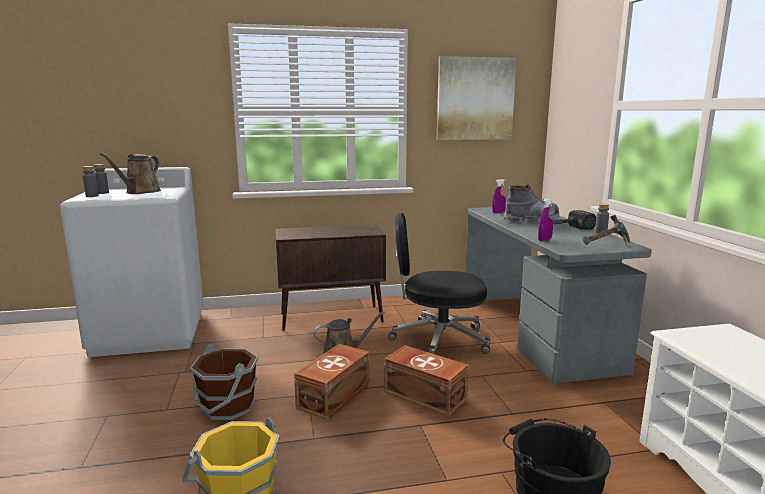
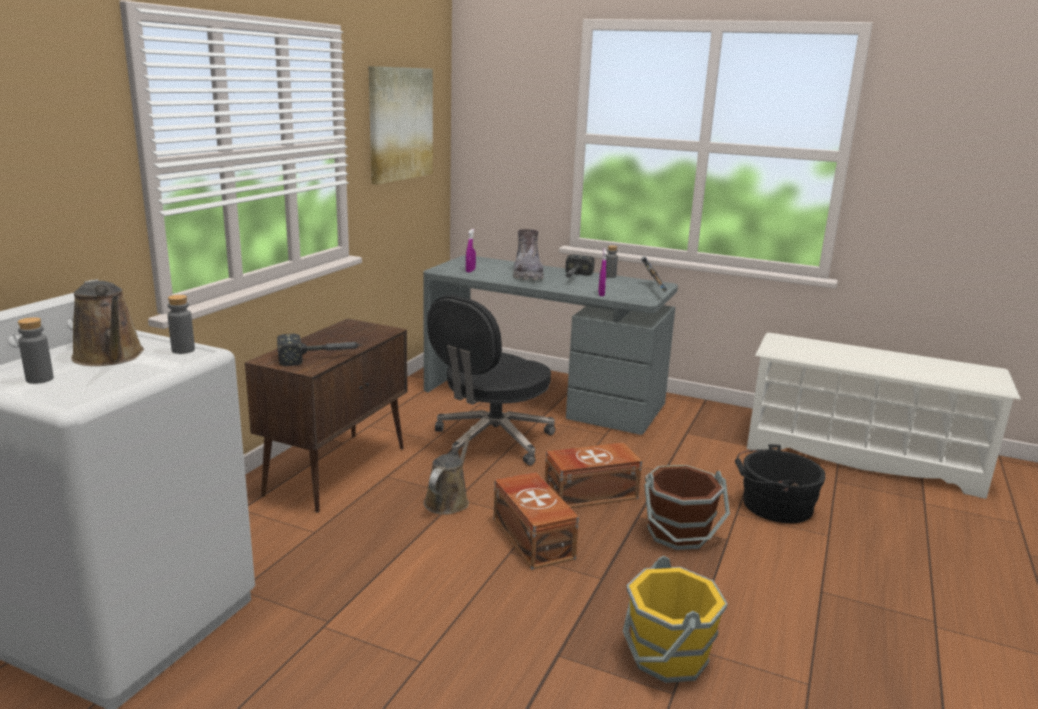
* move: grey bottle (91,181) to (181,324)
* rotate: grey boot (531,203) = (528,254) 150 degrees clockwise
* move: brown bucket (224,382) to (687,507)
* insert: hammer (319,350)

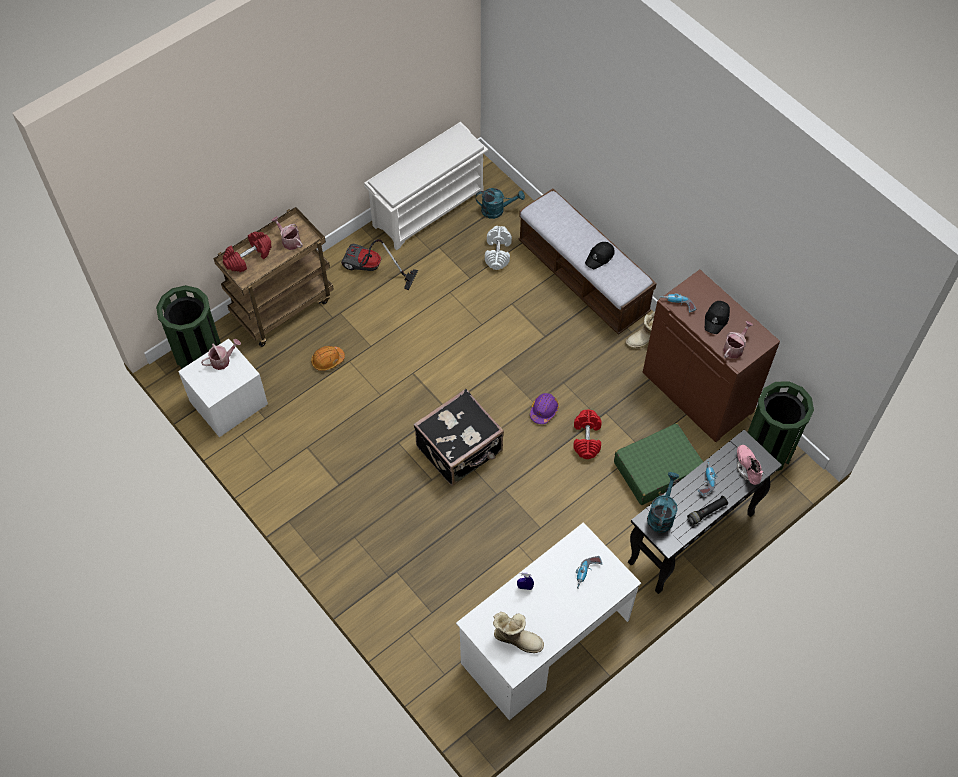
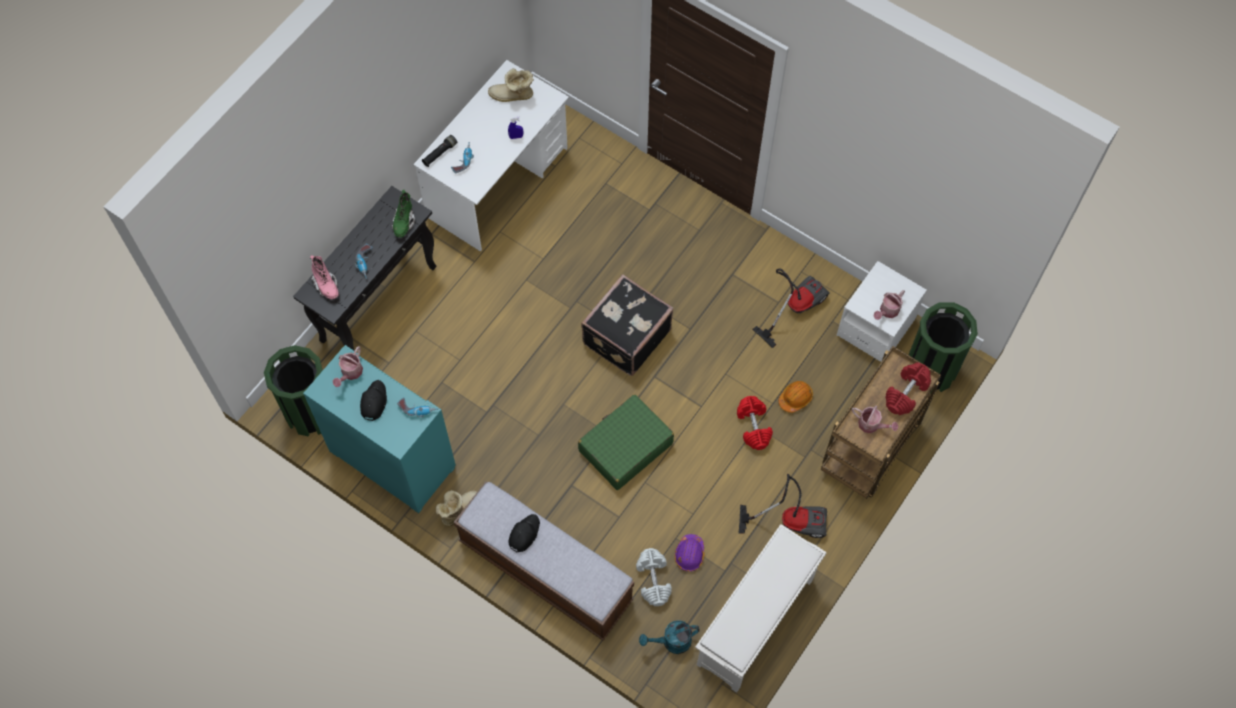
* recolor: brown cabinet (711,355) to turquoise cabinet (379,429)
* move: purple hard hat (544,408) to (690,553)
* move: red dumbbell (587,434) to (755,423)
* move: green suitcase (658,464) to (626,442)
* replace: turquoise watering can (663,502) to green boot (403,213)
* move: black flashlight (707,510) to (439,151)
* insert: vacuum cleaner (791,308)

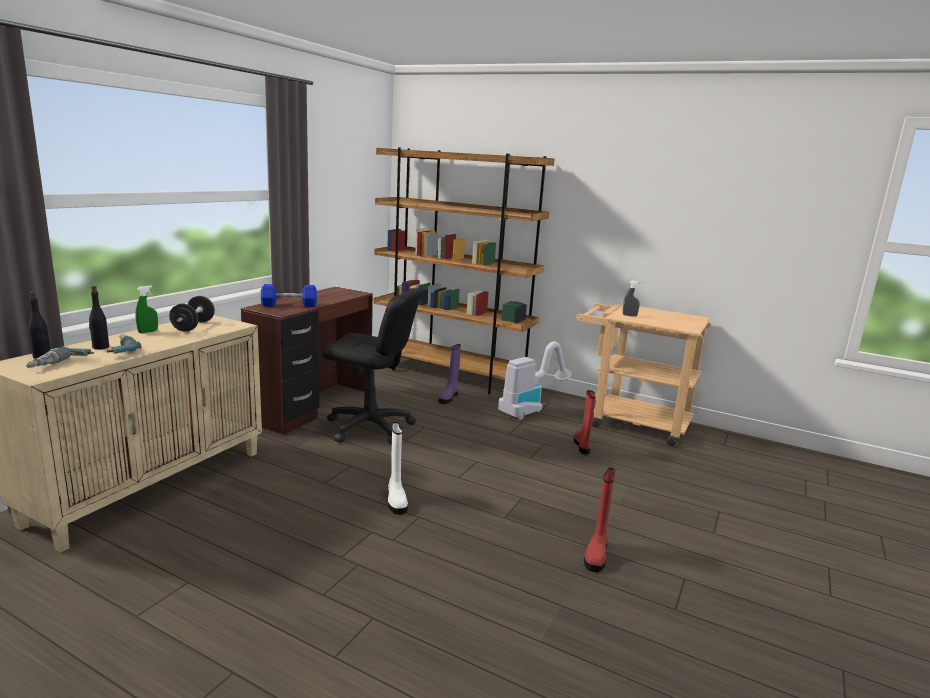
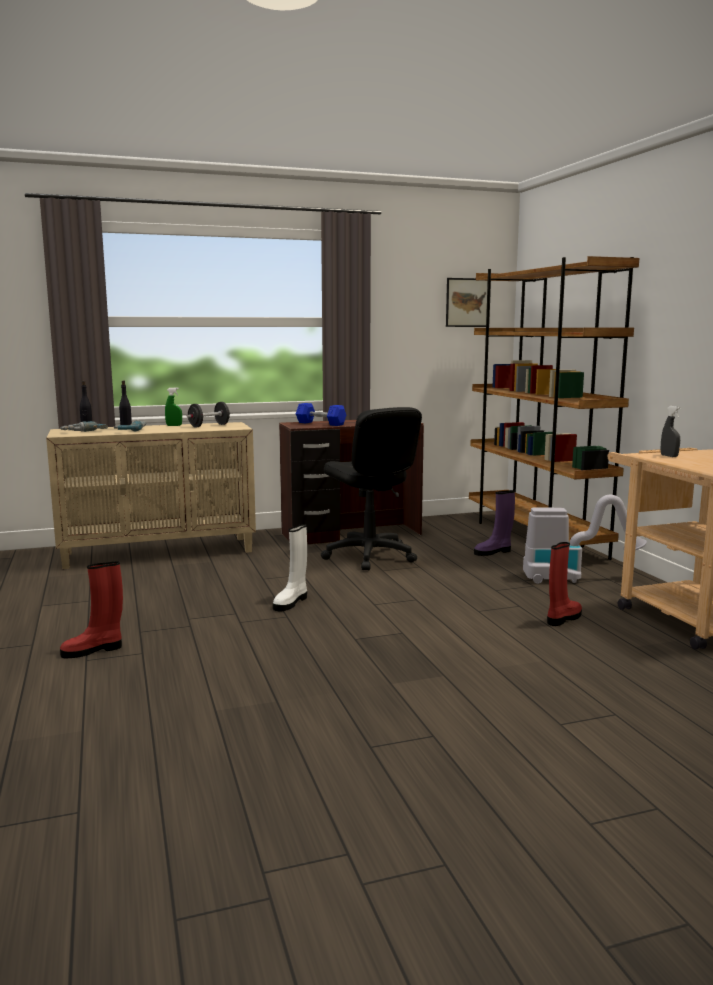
* move: red boot (599,520) to (91,609)
* insert: picture (468,302)

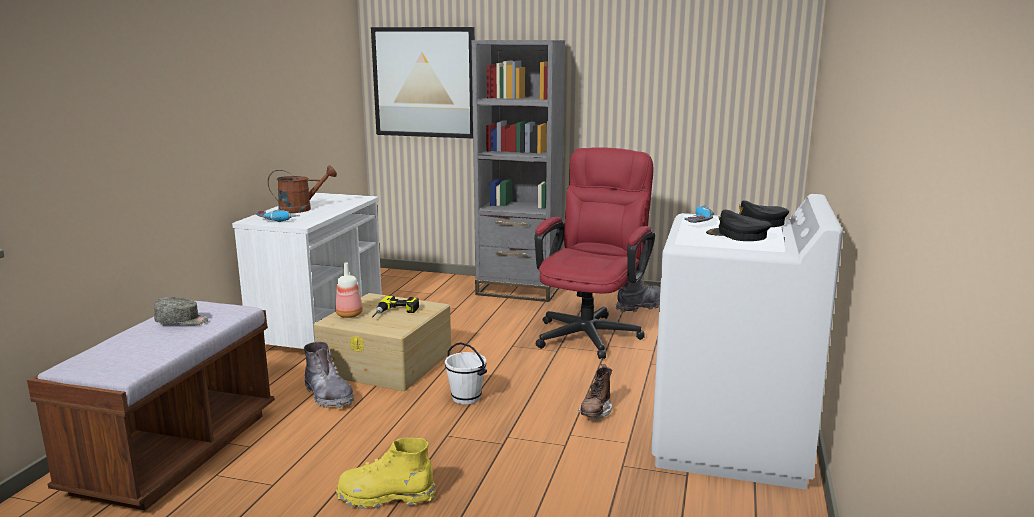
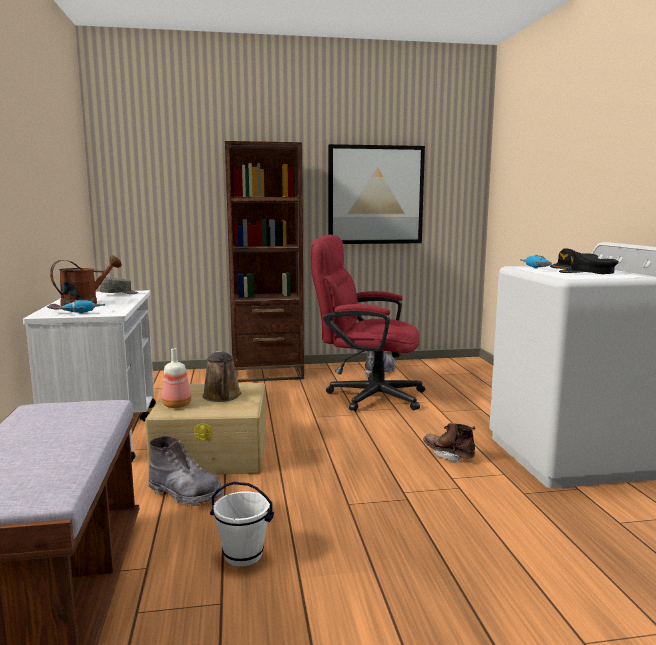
* move: picture (423,82) to (376,194)
* recolor: grey bookcase (518,171) to brown bookcase (264,261)
* rotate: red office chair (594,253) = (368,323) 75 degrees counterclockwise
* replace: power drill (395,306) to brown watering can (222,376)
* move: grey cap (181,311) to (119,286)
* move: white bucket (466,373) to (242,524)
* rotate: brown boot (595,391) = (449,443) 135 degrees clockwise
* delete: yellow boot (386,473)

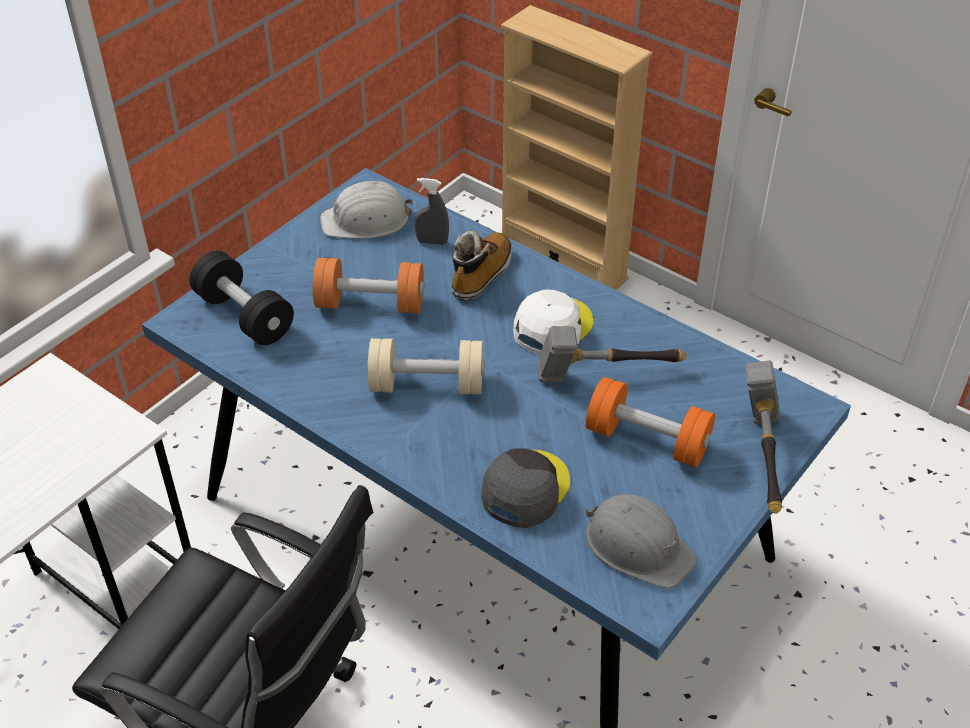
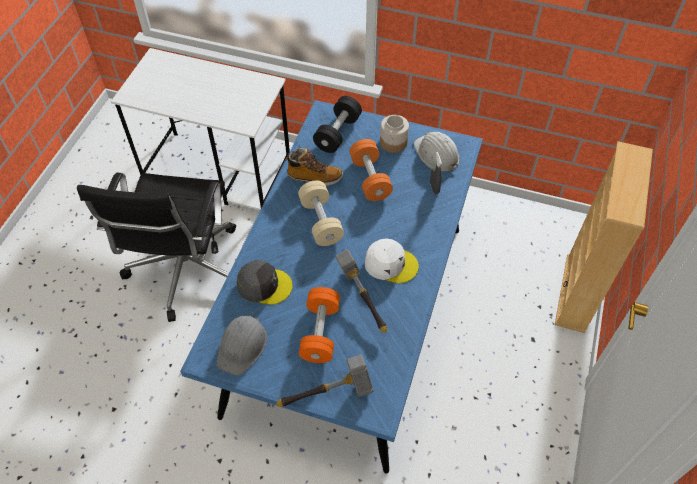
* move: boot (482,266) to (314,167)
* insert: jar (394,134)

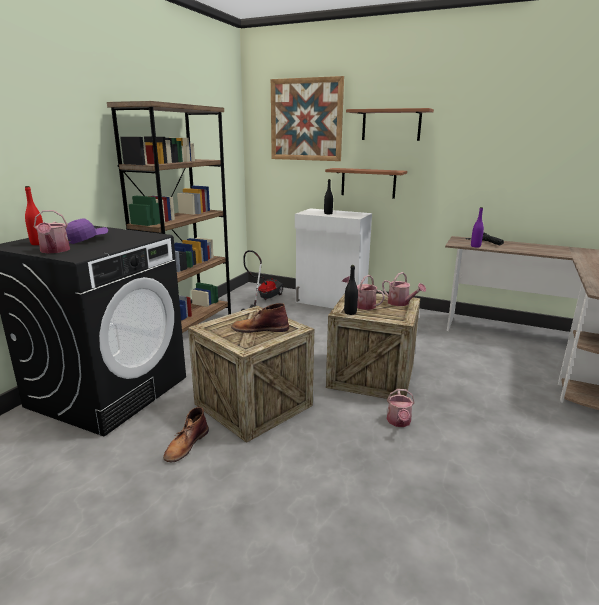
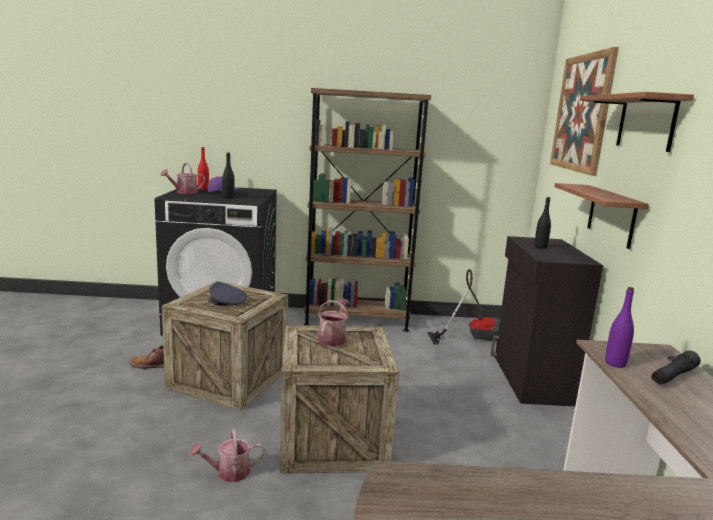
* recolor: white cabinet (333,258) to black cabinet (547,321)
* move: black bottle (351,290) to (228,175)
* delete: watering can (404,289)
* replace: brown boot (260,318) to grey cap (227,294)

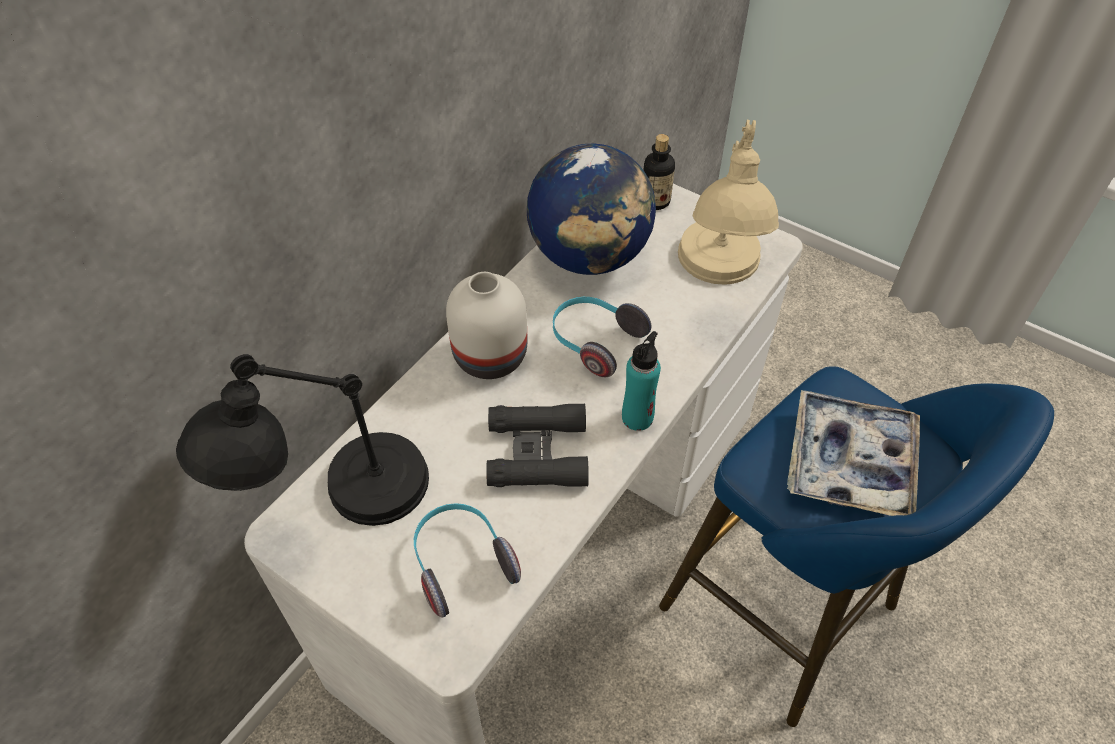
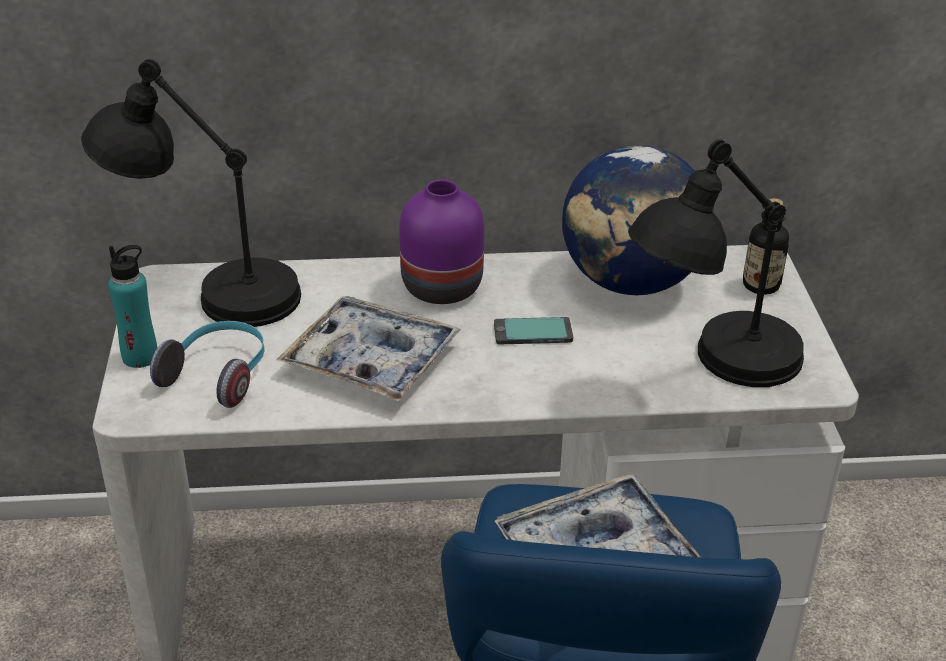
* recolor: beige table lamp (728,202) to black table lamp (716,263)
* recolor: white vase (486,325) to purple vase (441,241)
* replace: headphones (602,337) to phone (533,331)
* move: turquoise bottle (641,381) to (132,306)
* replace: black binoculars (537,445) to tray (368,348)

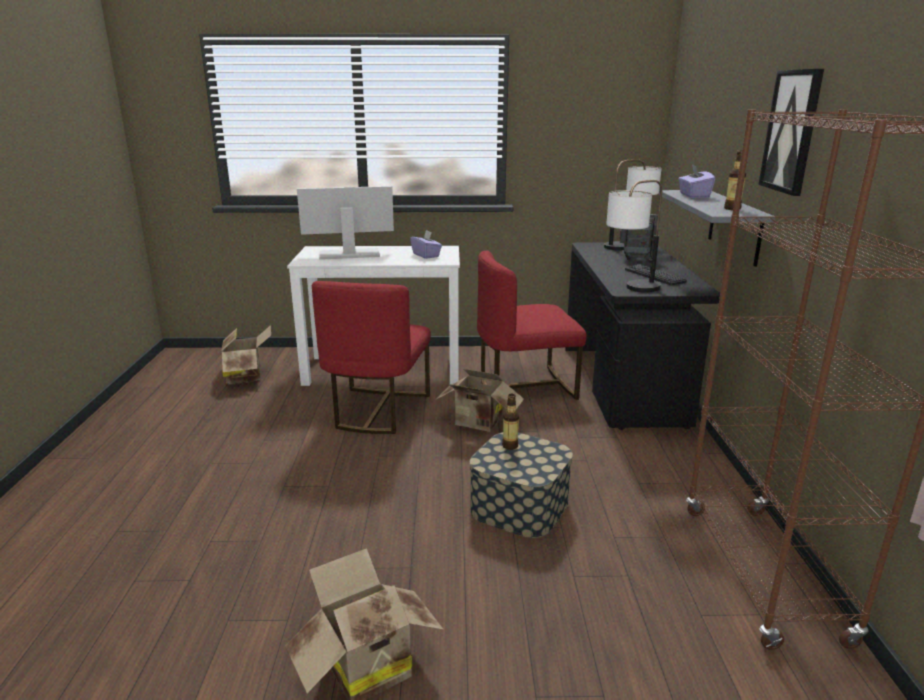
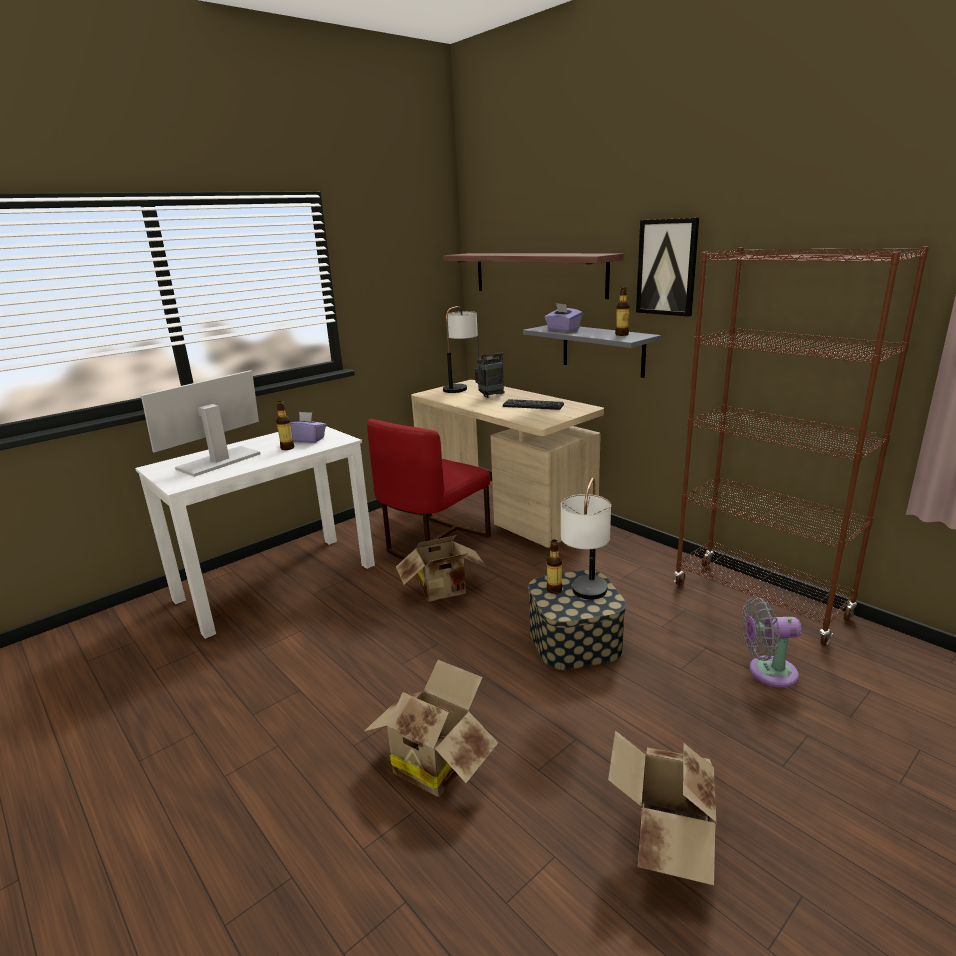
* move: table lamp (634,236) to (586,539)
* recolor: black desk (642,336) to beige desk (507,463)
* delete: red chair (371,357)
* move: cardboard box (246,354) to (430,728)
* insert: shelf (533,276)
* insert: bottle (285,425)
* insert: grey fan (771,642)

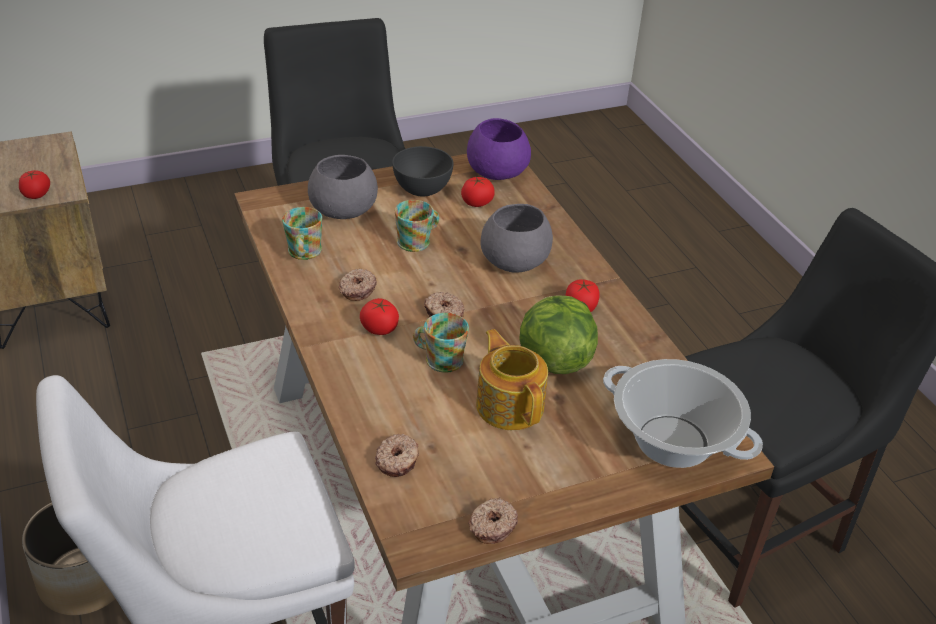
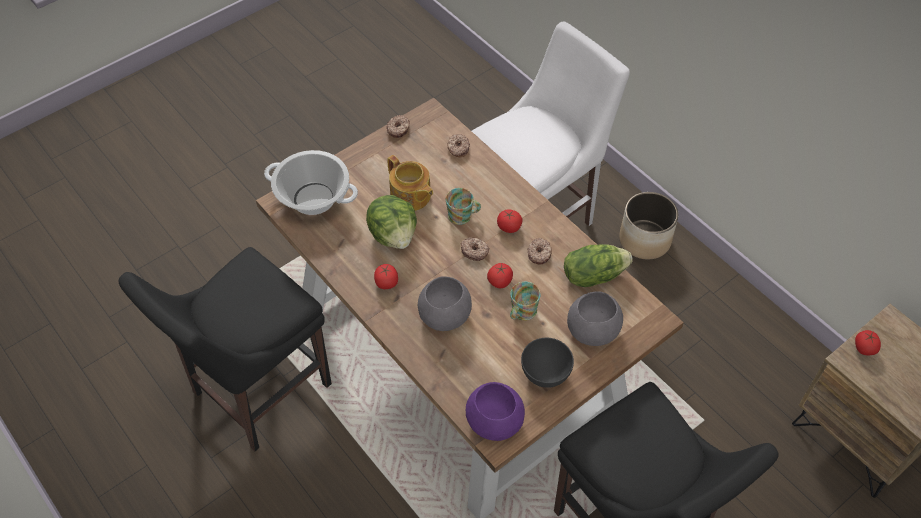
* move: tomato (478,192) to (500,275)
* replace: mug (302,233) to lettuce (598,265)

